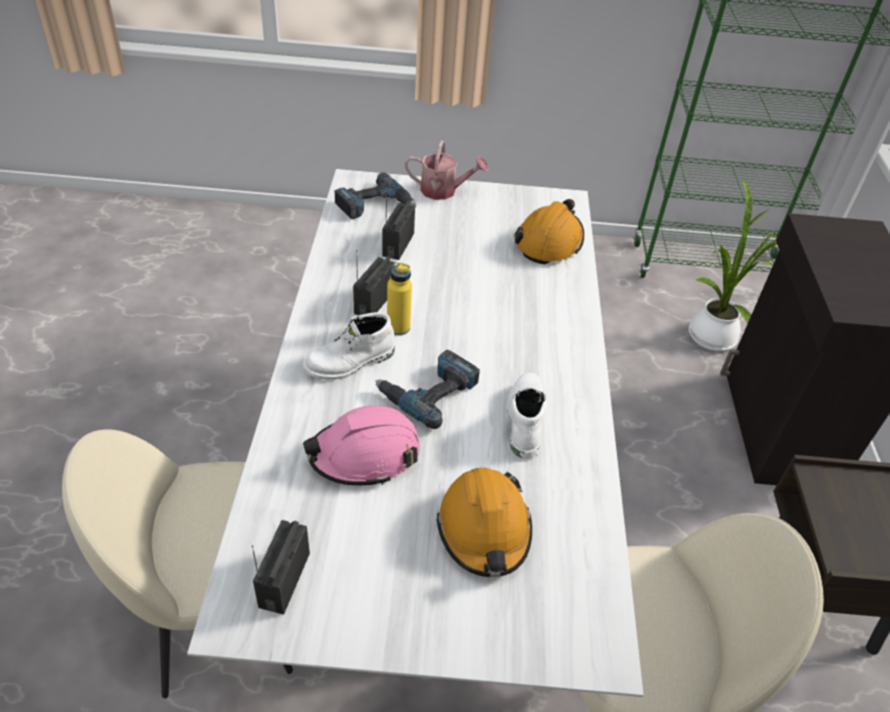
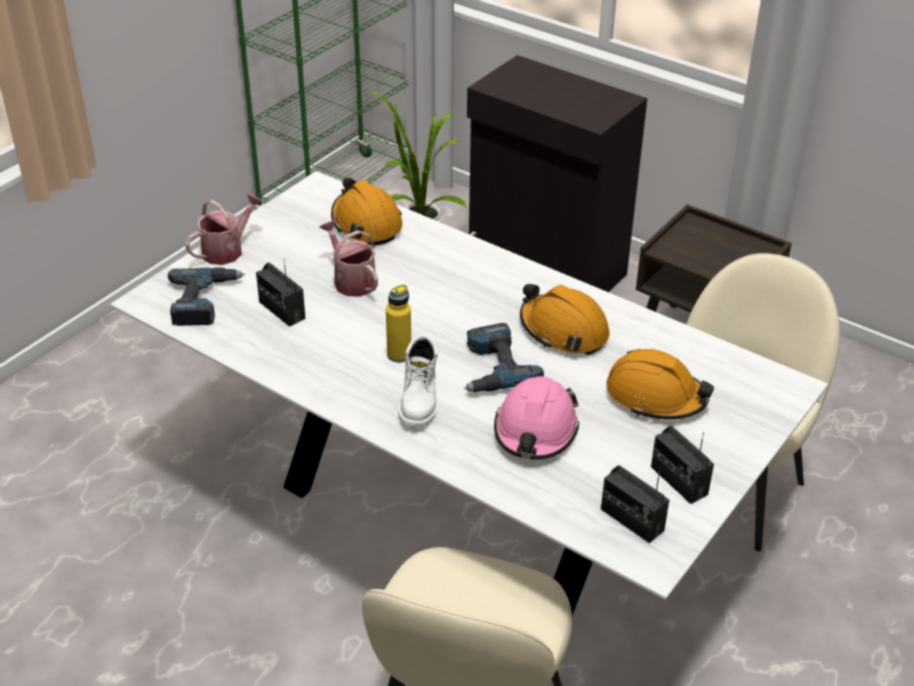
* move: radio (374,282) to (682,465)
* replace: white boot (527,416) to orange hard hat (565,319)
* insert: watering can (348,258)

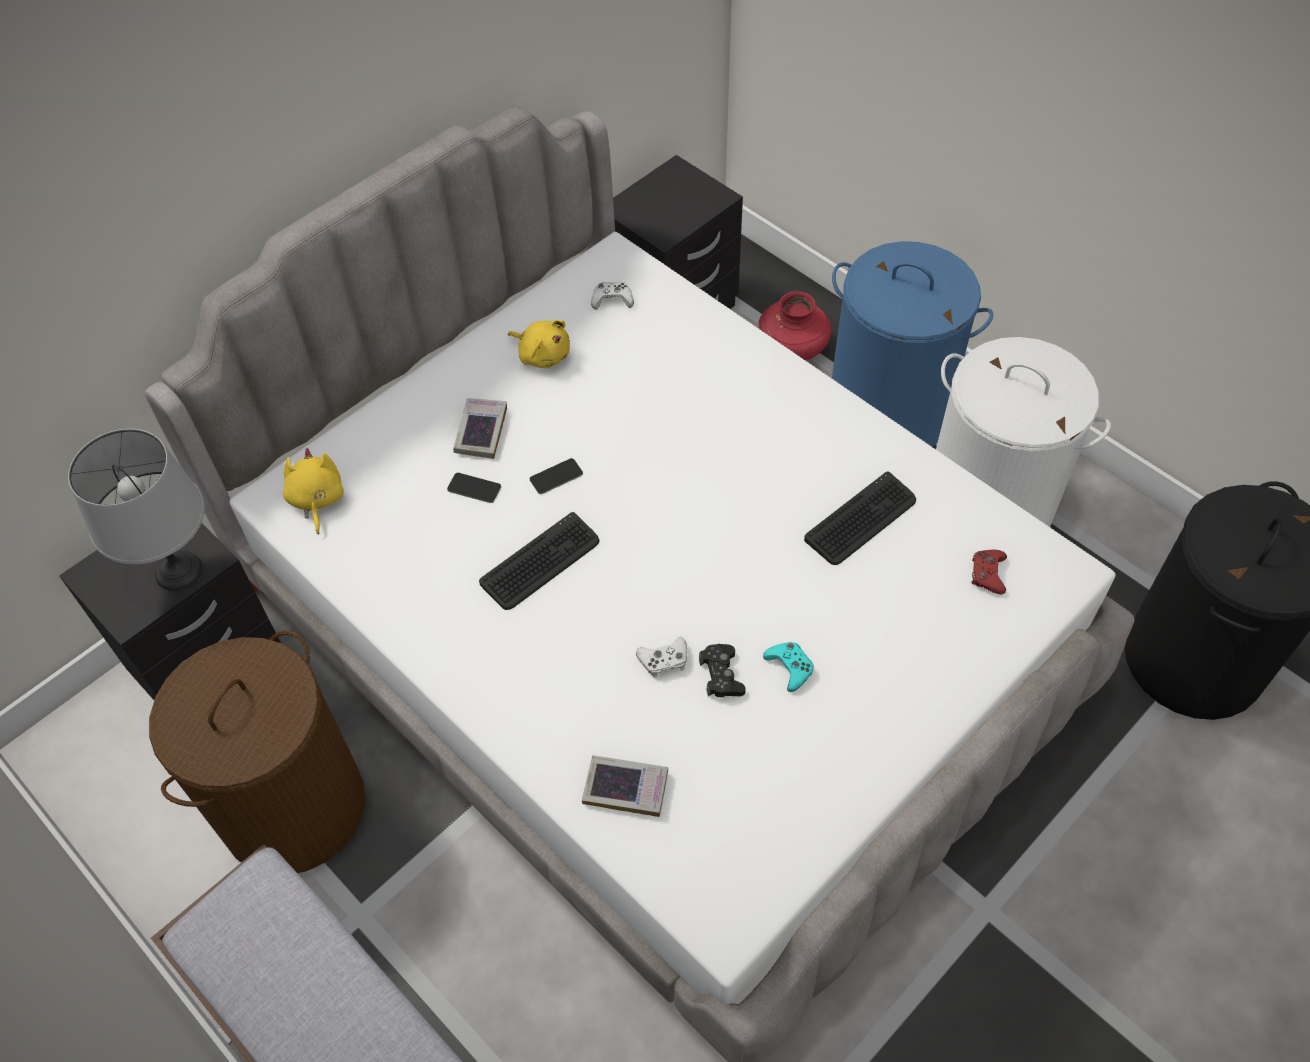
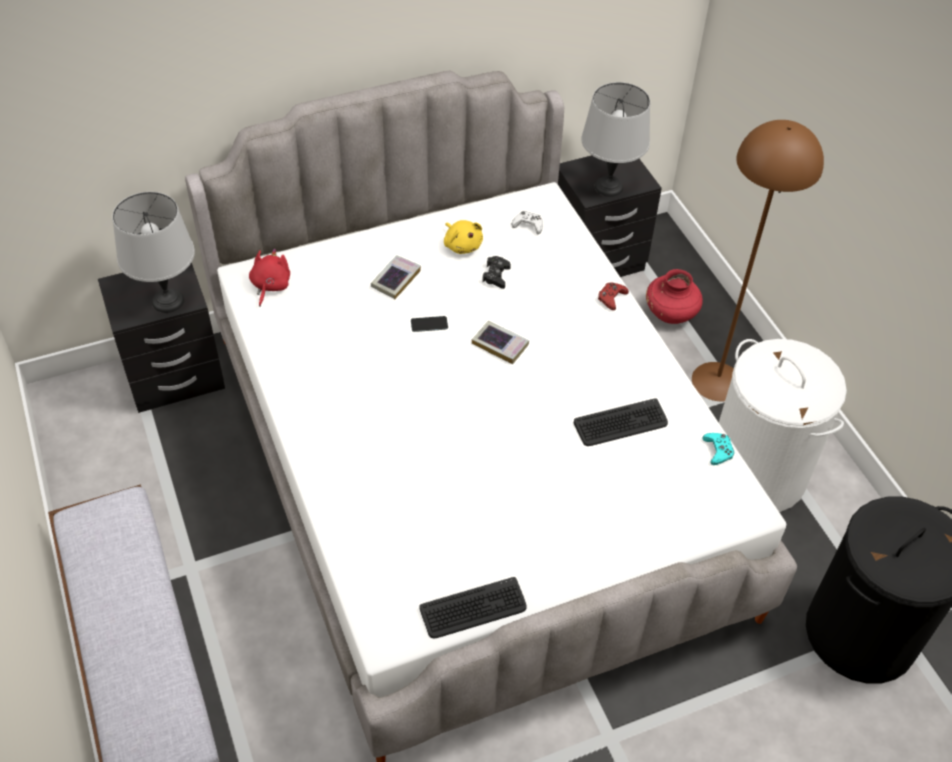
* replace: blue laundry basket (912,344) to brown floor lamp (758,260)
* recolor: yellow plush toy (313,491) to red plush toy (269,277)
* delete: phone (474,488)
* move: keyboard (539,561) to (473,608)
* move: red game controller (989,572) to (613,296)
* delete: brown laundry basket (257,751)
* delete: white game controller (661,657)
* move: turquoise game controller (788,667) to (718,449)
* move: black game controller (722,670) to (496,272)
* move: book (625,786) to (500,342)
* insert: grey table lamp (615,139)

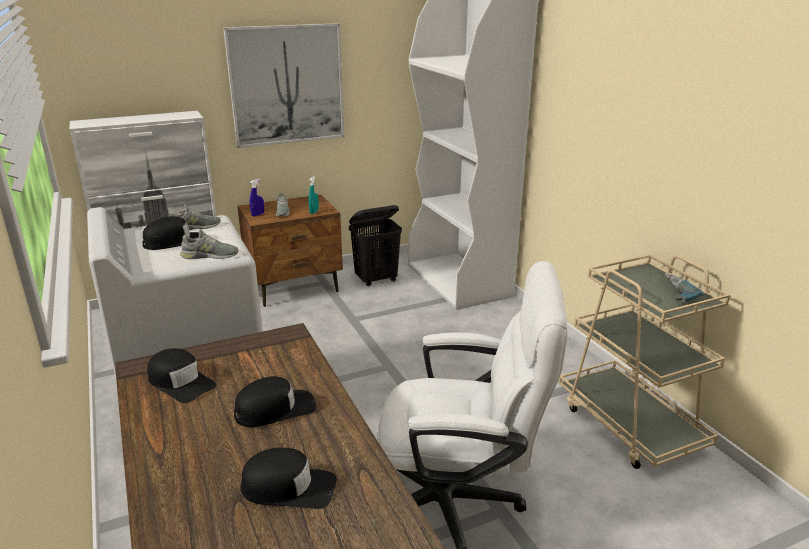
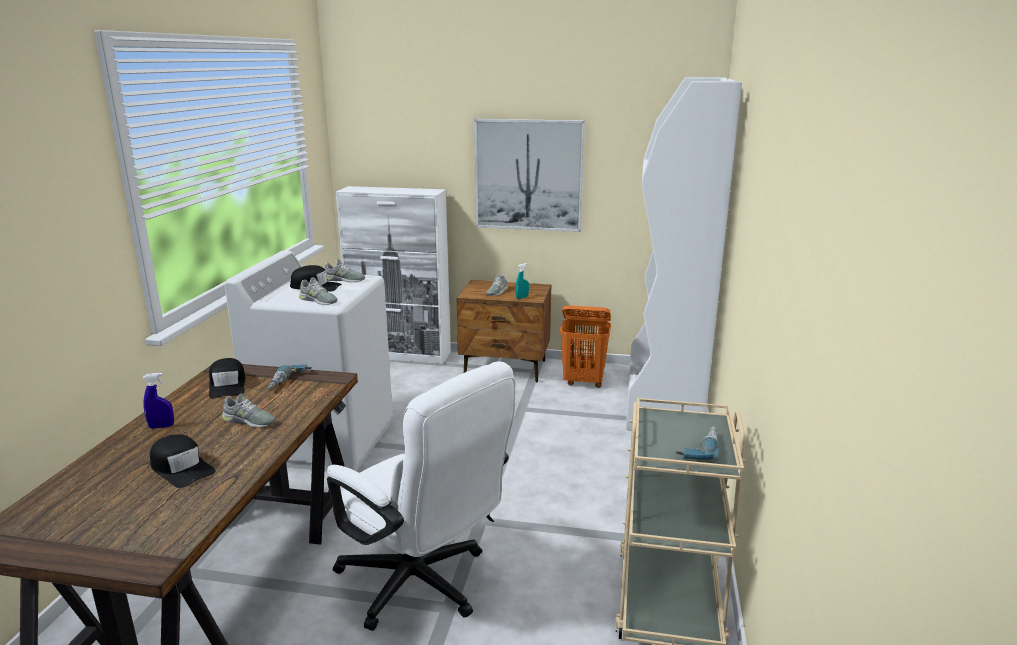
* move: blue spray bottle (257,198) to (158,401)
* recolor: black laundry basket (375,245) to orange laundry basket (585,346)
* replace: black cap (275,401) to grey shoe (248,411)
* insert: power drill (290,376)

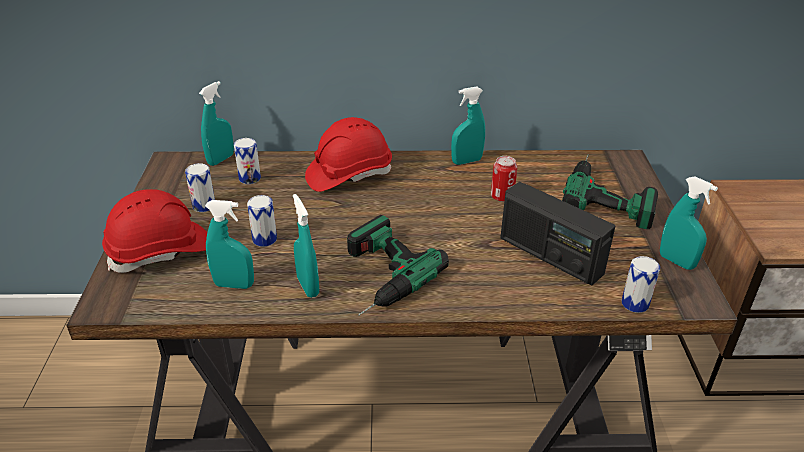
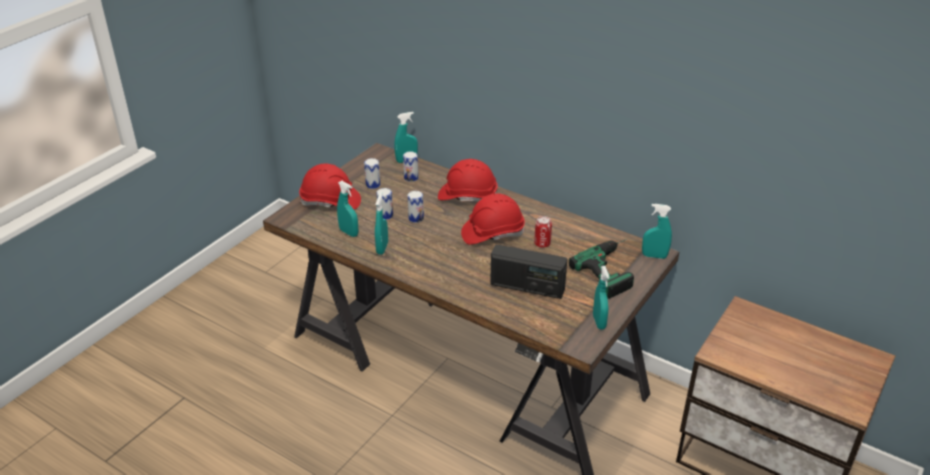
* move: turquoise spray bottle (468,126) to (657,231)
* rotate: radio (557,234) = (528,272) 60 degrees counterclockwise
* delete: power drill (398,265)
* move: can (641,284) to (416,207)
* insert: red hard hat (493,219)

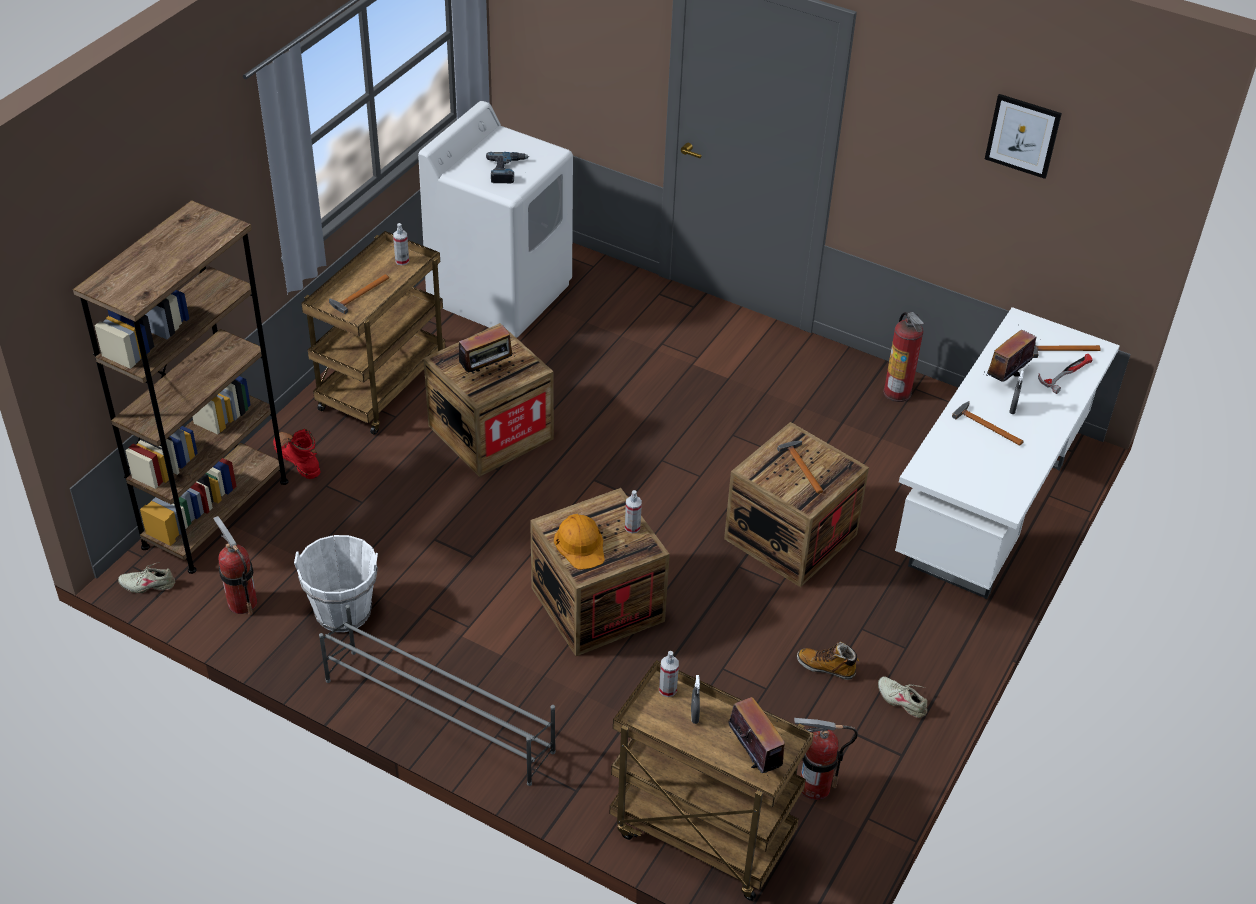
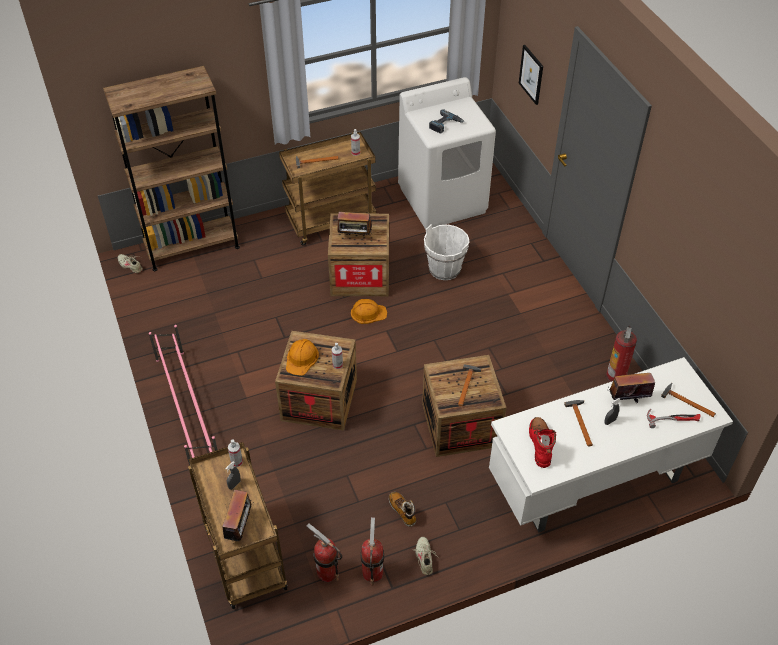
* move: picture (1023,136) to (531,75)
* move: red boot (297,454) to (542,442)
* move: fire extinguisher (235,565) to (372,551)
* move: white bucket (336,583) to (447,252)
* recolor: grey shoe rack (437,695) to pink shoe rack (183,395)
* insert: orange hard hat (369,311)

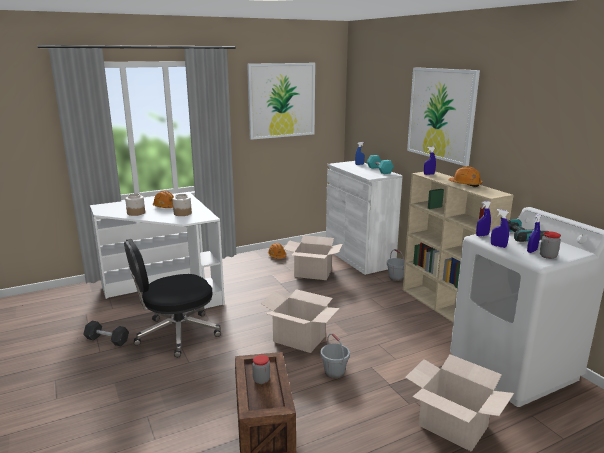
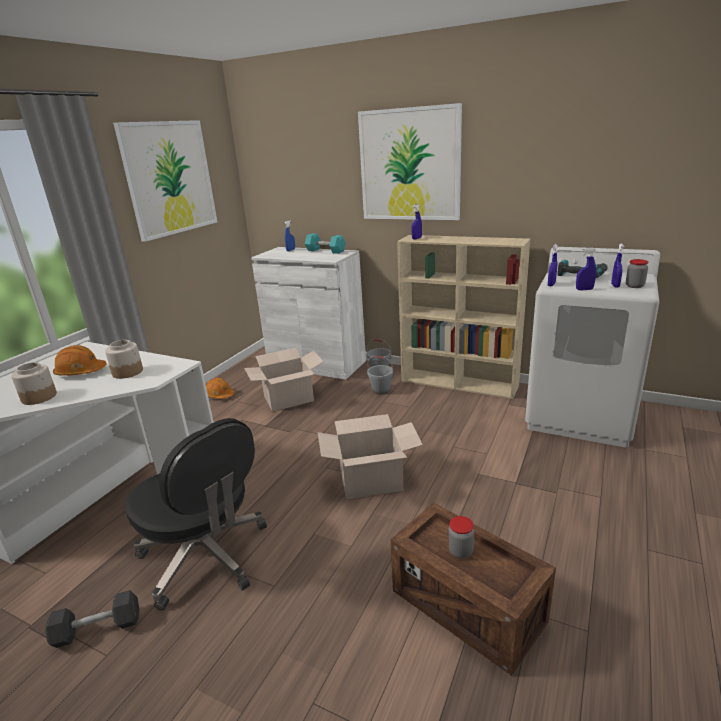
* delete: orange hard hat (465,176)
* rotate: black office chair (172,298) = (196,514) 75 degrees counterclockwise
* move: grey bucket (335,356) to (380,375)
* delete: cardboard box (459,402)

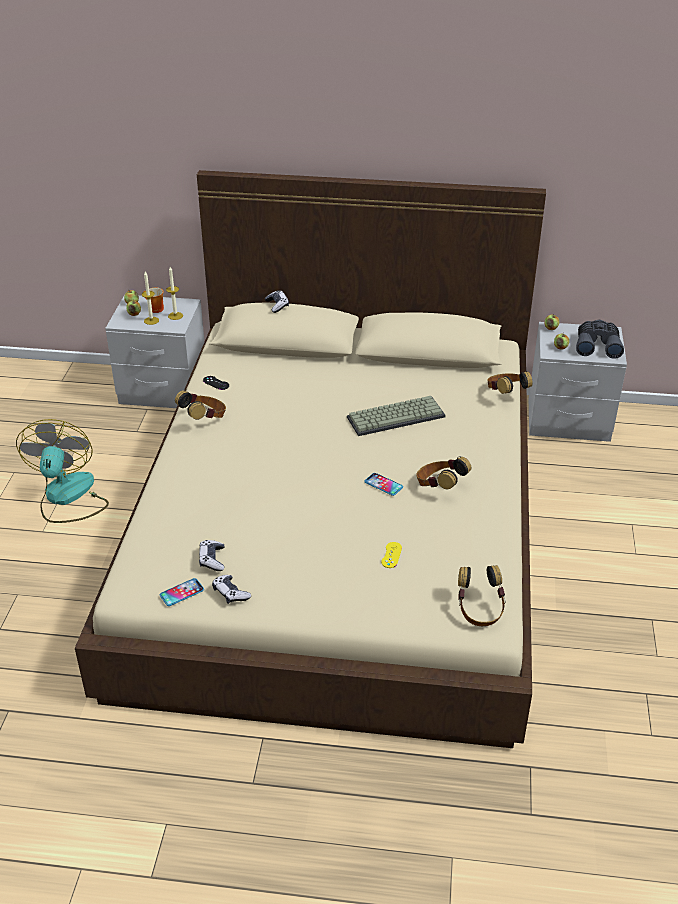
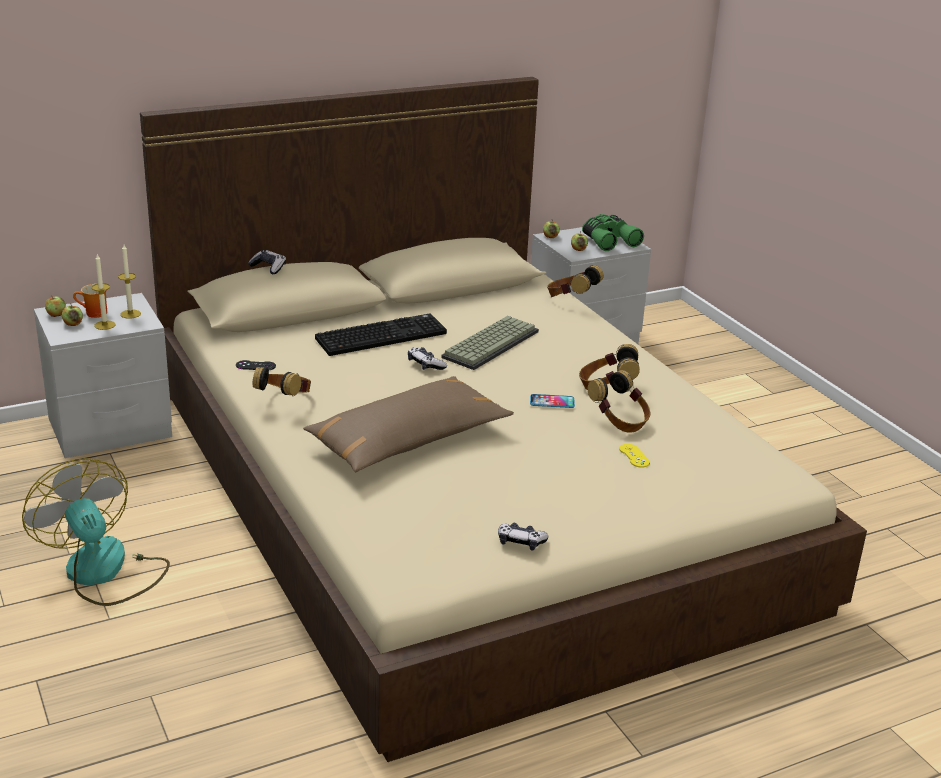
* recolor: grey binoculars (600,339) to green binoculars (613,232)
* move: game controller (211,555) to (427,358)
* move: headphones (482,595) to (619,401)
* delete: phone (182,592)
* insert: keyboard (381,334)
* insert: brown pillow (408,424)

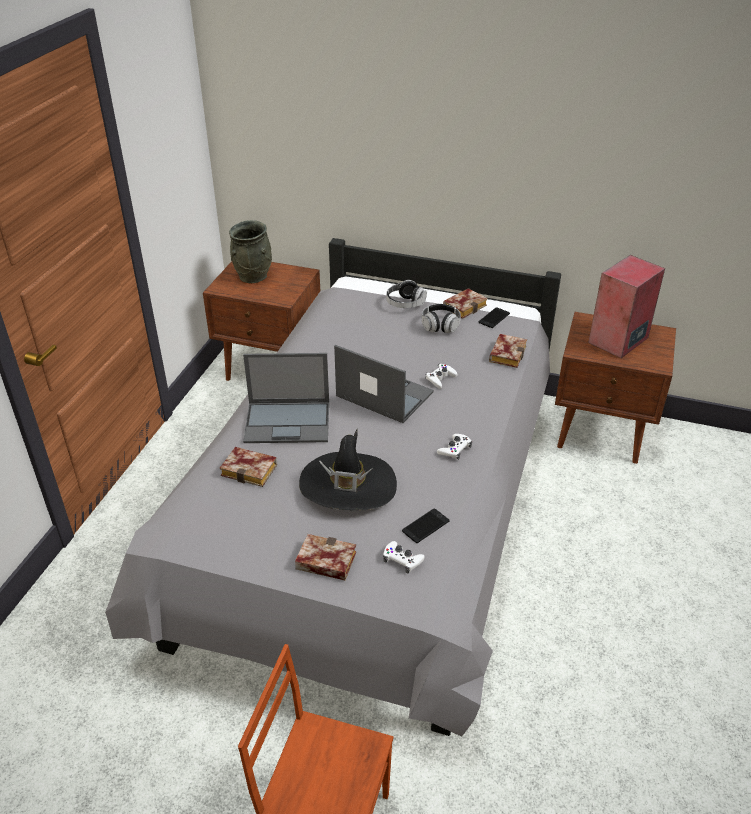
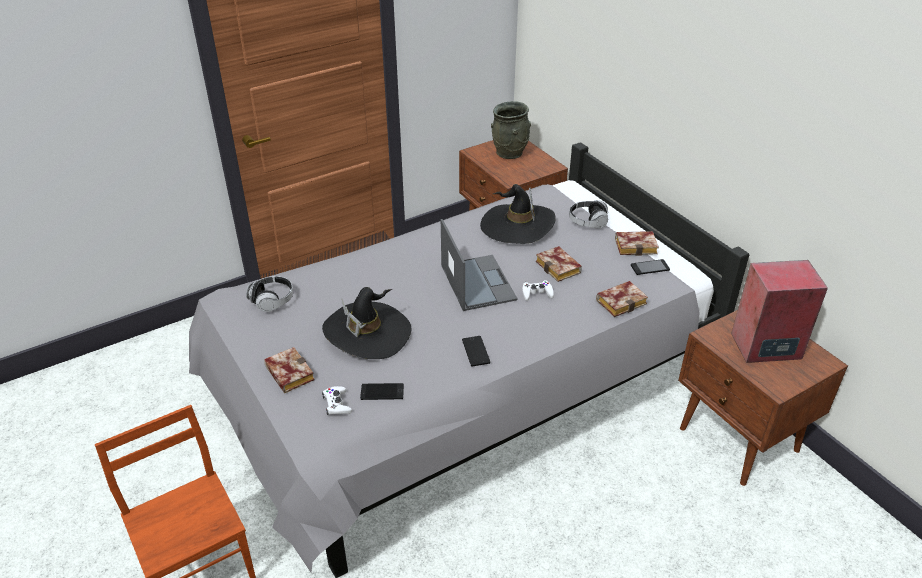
* move: headphones (441,318) to (269,294)
* delete: laptop (286,398)
* replace: white game controller (454,447) to phone (476,351)
* move: book (248,467) to (559,264)
* insert: black hat (518,214)

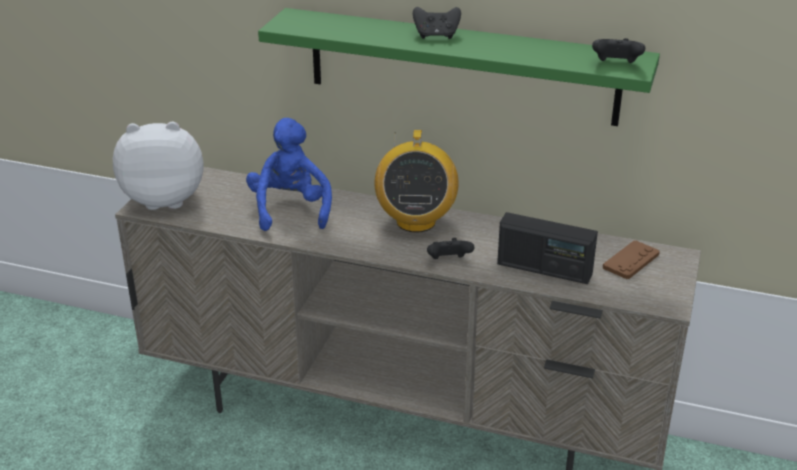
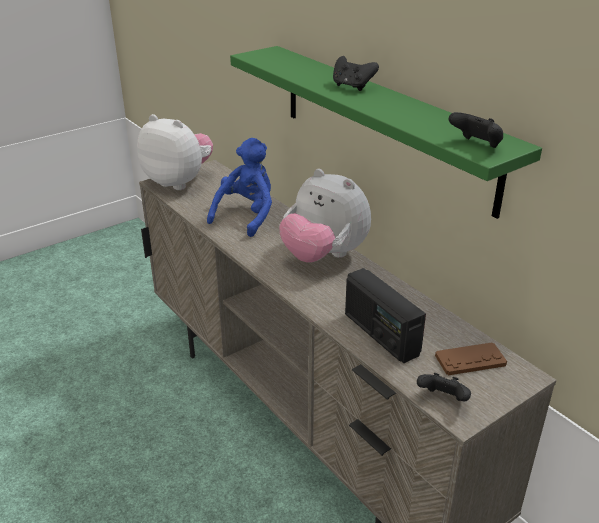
* replace: radio (417,181) to plush toy (325,216)
* move: black game controller (450,248) to (444,387)

